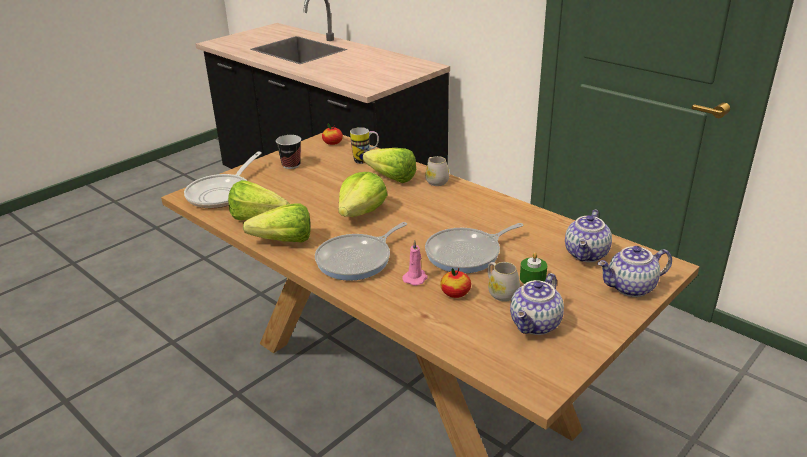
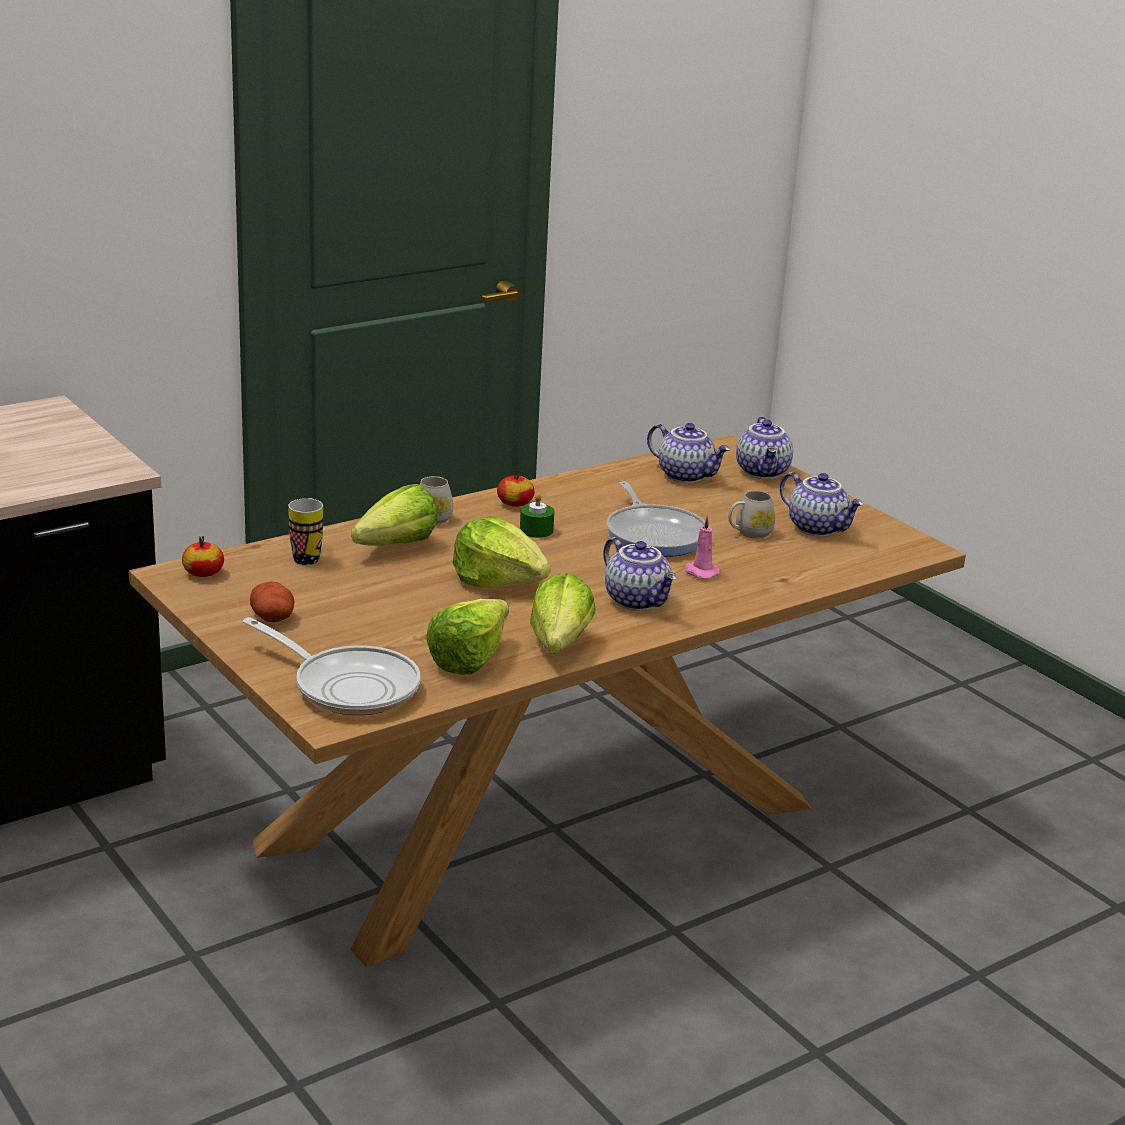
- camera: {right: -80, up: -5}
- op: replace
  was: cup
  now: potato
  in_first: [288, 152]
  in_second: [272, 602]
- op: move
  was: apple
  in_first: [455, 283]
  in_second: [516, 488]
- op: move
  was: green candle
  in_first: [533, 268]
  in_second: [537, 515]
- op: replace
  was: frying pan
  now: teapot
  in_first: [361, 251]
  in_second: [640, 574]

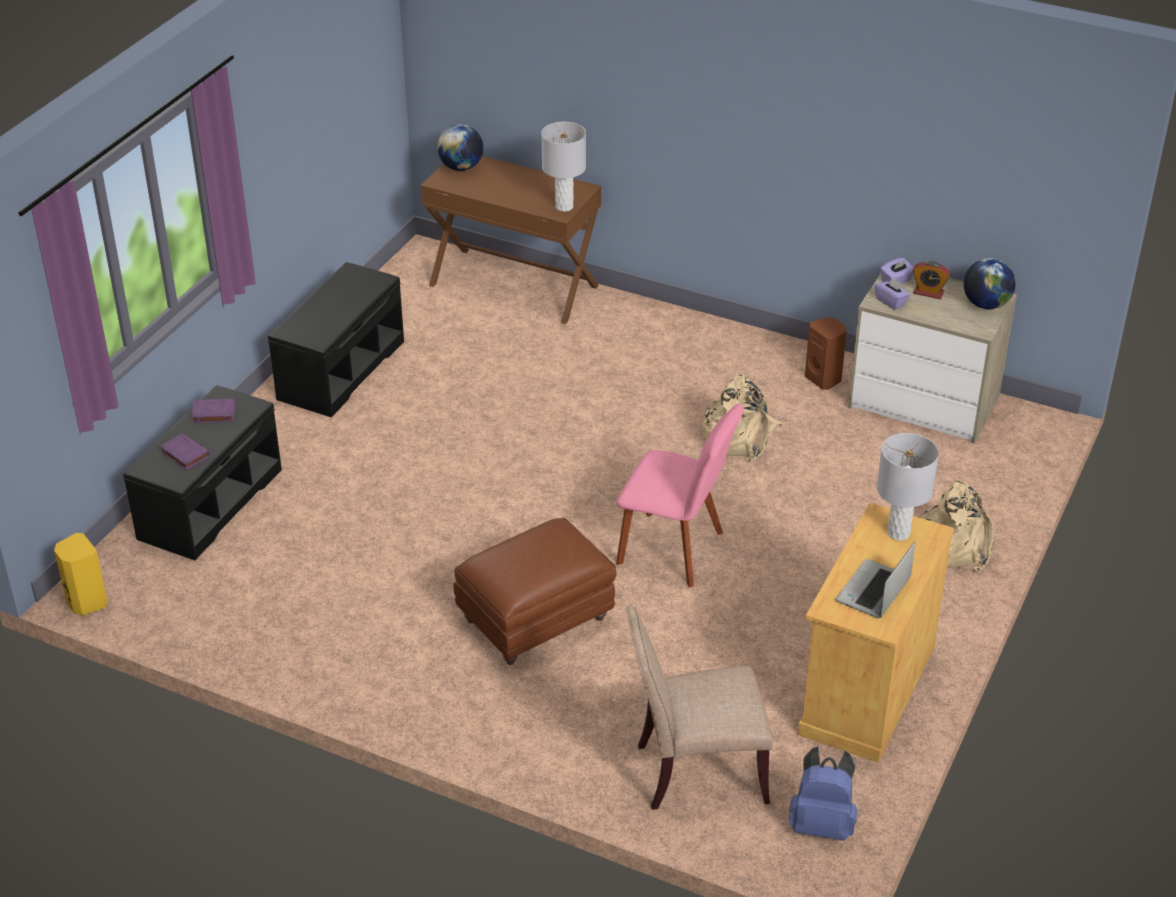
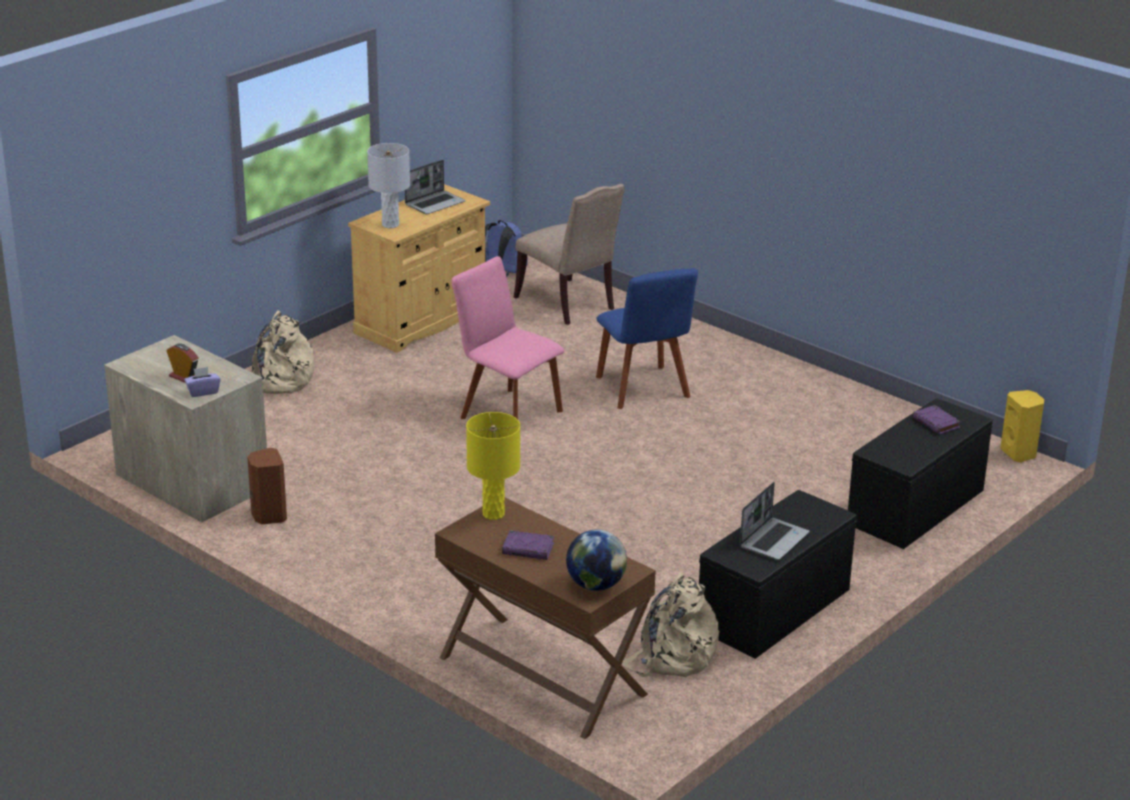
- camera: {right: -165, up: -10}
- op: recolor
  was: grey table lamp
  now: yellow table lamp
  in_first: [563, 167]
  in_second: [493, 466]
- op: move
  was: purple book
  in_first: [213, 410]
  in_second: [528, 545]
- op: rotate
  was: beige chair
  in_first: [699, 707]
  in_second: [569, 254]
  clockwise: 45
- op: replace
  was: brown ottoman
  now: blue chair
  in_first: [534, 591]
  in_second: [647, 338]
- op: move
  was: beige backpack
  in_first: [742, 418]
  in_second: [670, 625]
- op: insert
  now: laptop
  in_second: [775, 521]
- op: delete
  was: purple tissue box
  in_first: [892, 293]
- op: delete
  was: globe
  in_first: [990, 283]

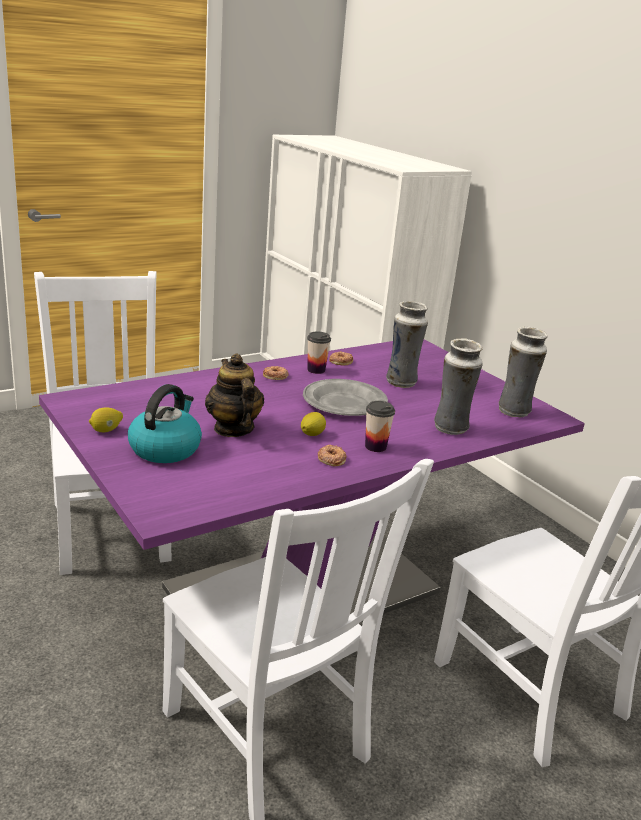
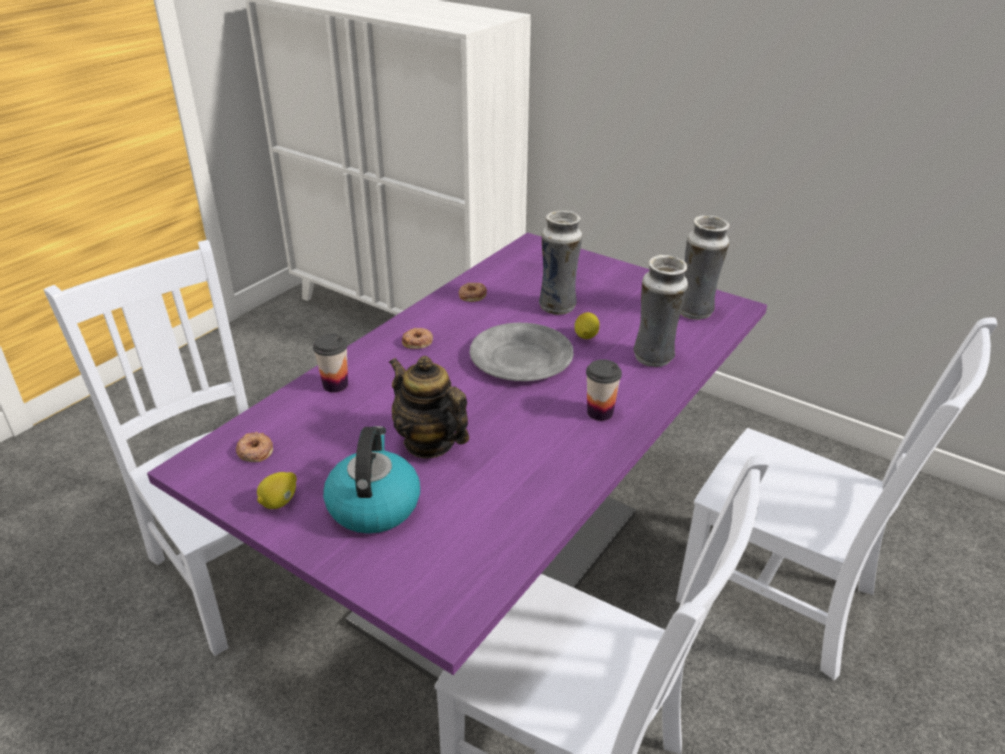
- camera: {right: -20, up: 10}
- op: move
  was: donut
  in_first: [332, 455]
  in_second: [254, 447]
- op: move
  was: cup
  in_first: [319, 353]
  in_second: [330, 363]
- op: move
  was: lemon
  in_first: [313, 424]
  in_second: [587, 325]

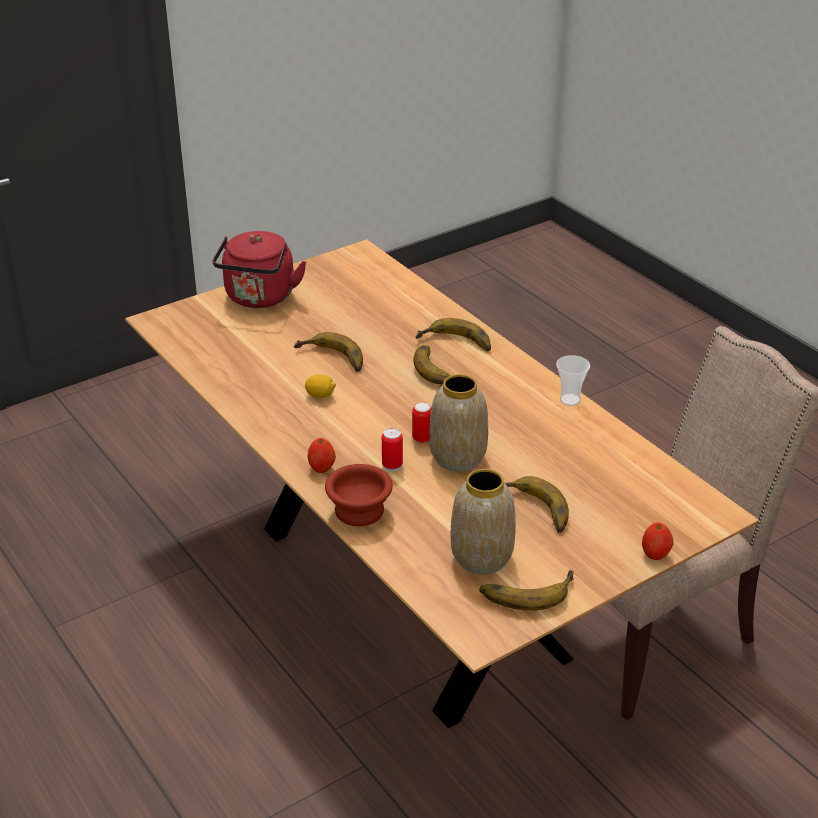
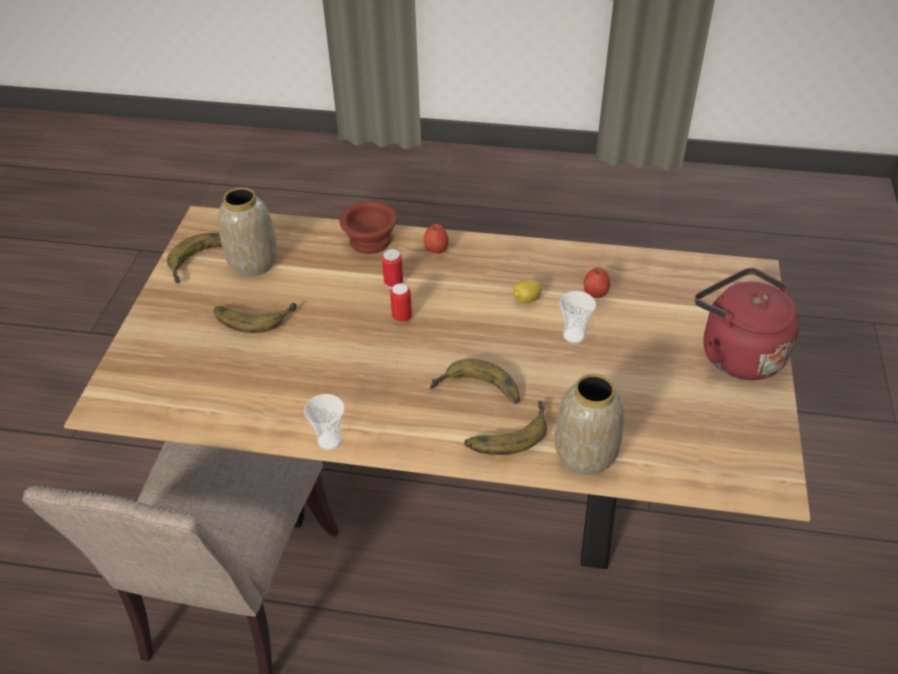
- camera: {right: 135, up: 10}
- op: move
  was: vase
  in_first: [458, 423]
  in_second: [589, 424]
- op: replace
  was: banana
  now: cup
  in_first: [328, 352]
  in_second: [578, 317]
- op: move
  was: apple
  in_first: [657, 541]
  in_second: [597, 282]

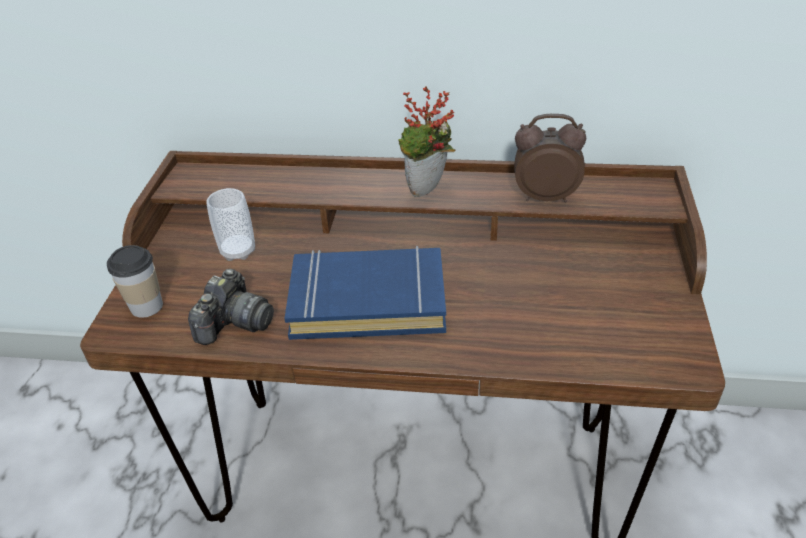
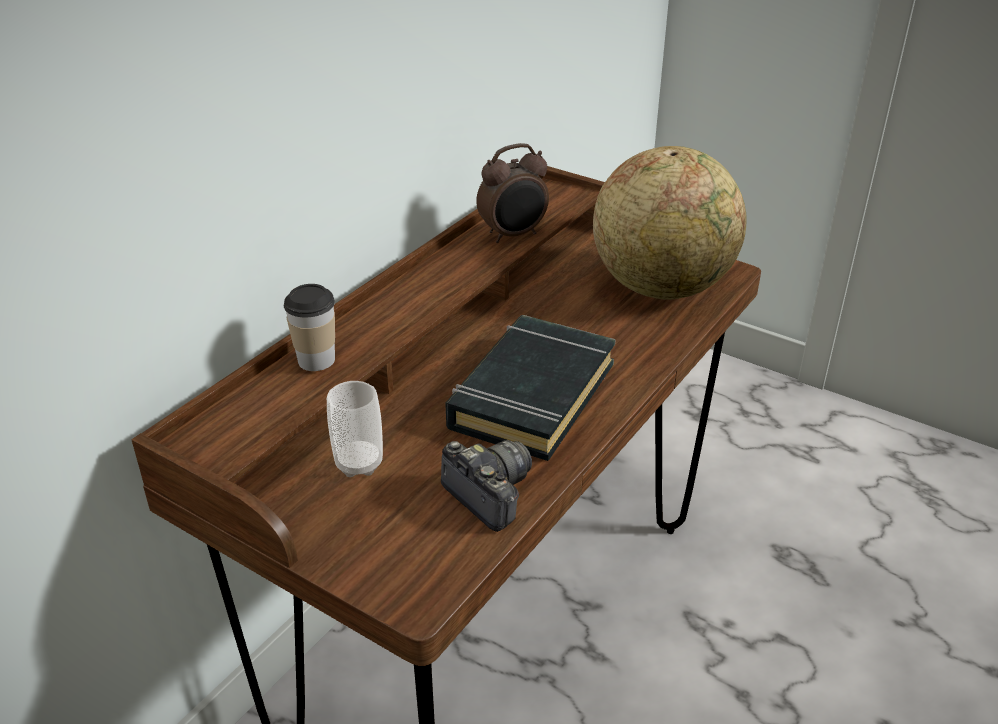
- camera: {right: -65, up: -5}
- op: move
  was: cup
  in_first: [135, 281]
  in_second: [309, 327]
- op: recolor
  was: blue book
  now: black book
  in_first: [365, 293]
  in_second: [530, 388]
- op: rotate
  was: alarm clock
  in_first: [550, 158]
  in_second: [512, 193]
  clockwise: -150
- op: insert
  now: globe
  in_second: [669, 223]
- op: delete
  was: potted plant
  in_first: [426, 142]

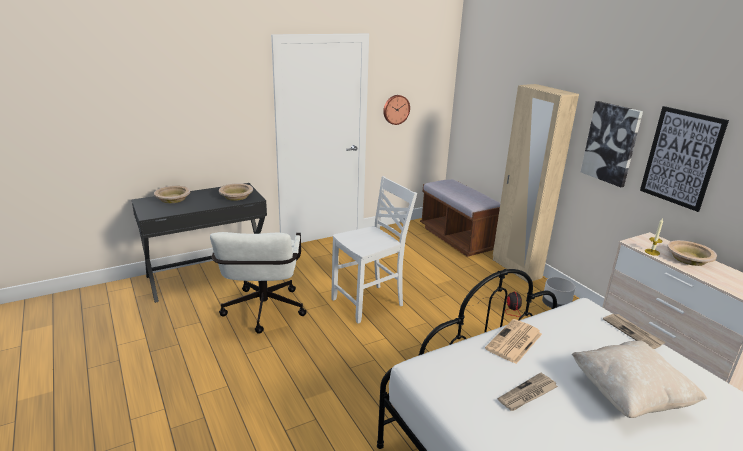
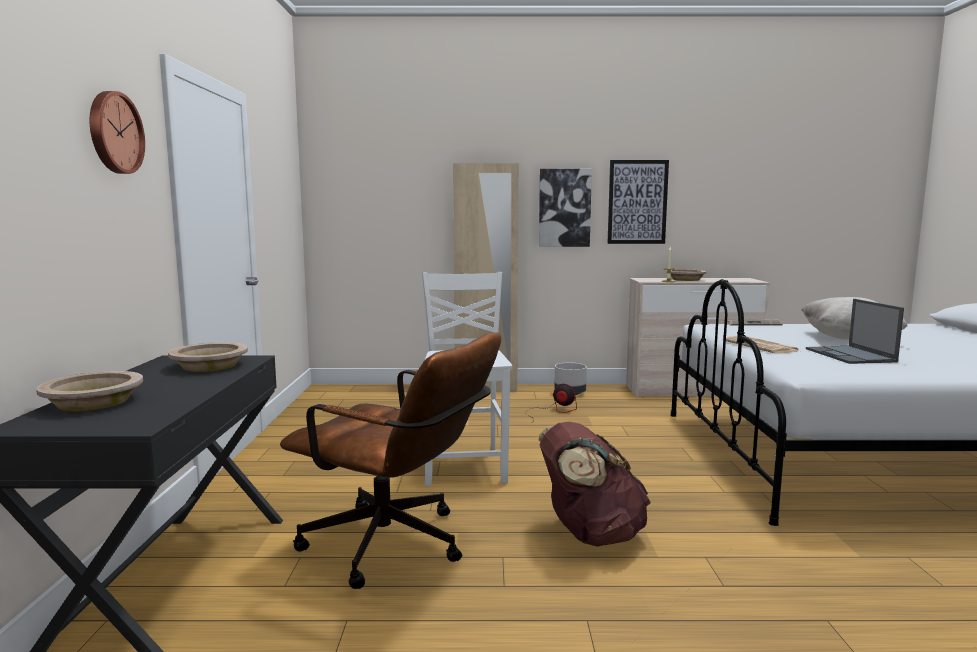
- camera: {right: -60, up: -15}
- op: move
  was: wall clock
  in_first: [396, 110]
  in_second: [117, 132]
- op: recolor
  was: white office chair
  now: brown office chair
  in_first: [258, 283]
  in_second: [390, 460]
- op: insert
  now: brown backpack
  in_second: [595, 484]
- op: replace
  was: newspaper
  now: laptop
  in_first: [528, 392]
  in_second: [855, 331]
- op: delete
  was: brown bench
  in_first: [460, 218]

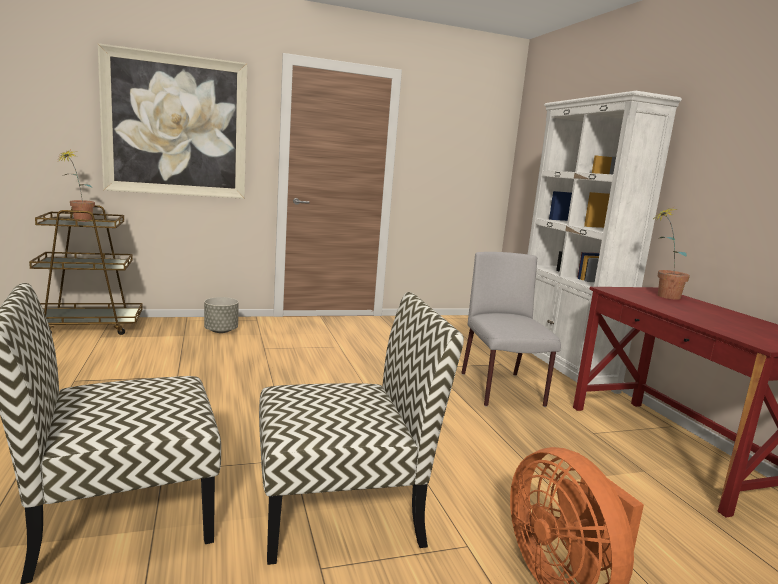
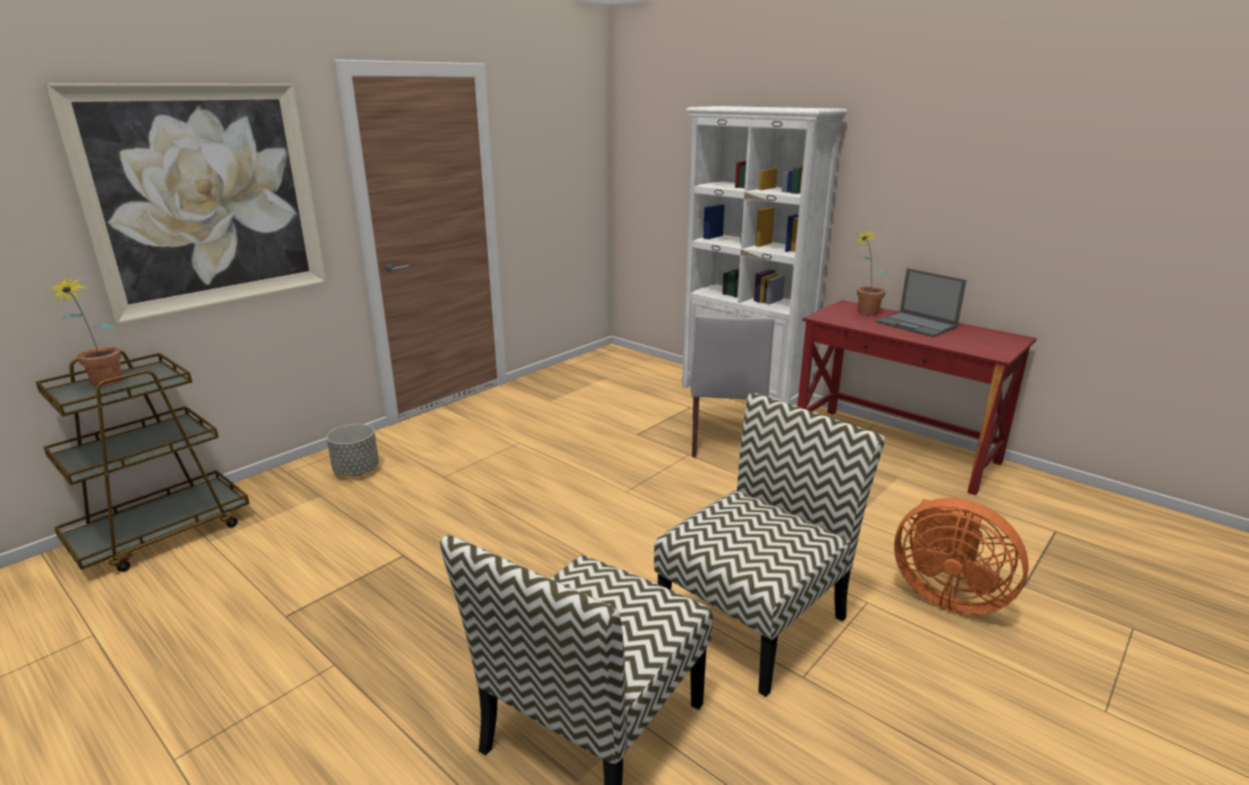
- camera: {right: -30, up: 10}
- op: rotate
  was: grey chair
  in_first: [511, 329]
  in_second: [732, 386]
  clockwise: -135
- op: insert
  now: laptop
  in_second: [921, 302]

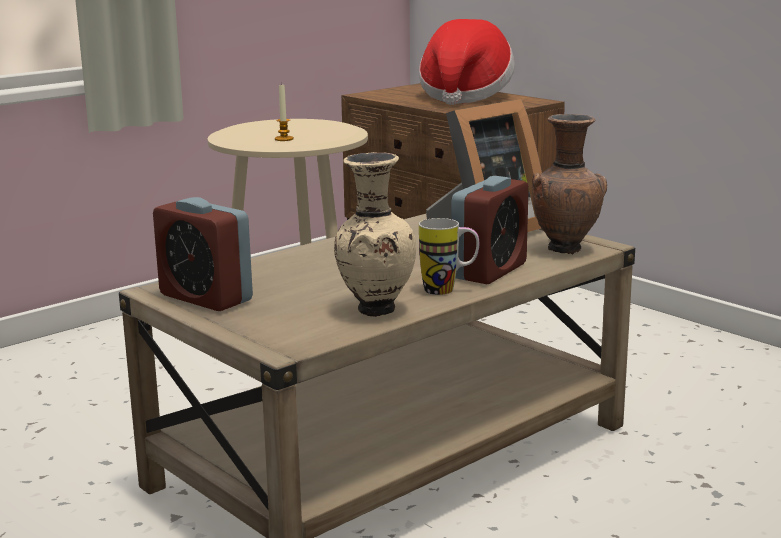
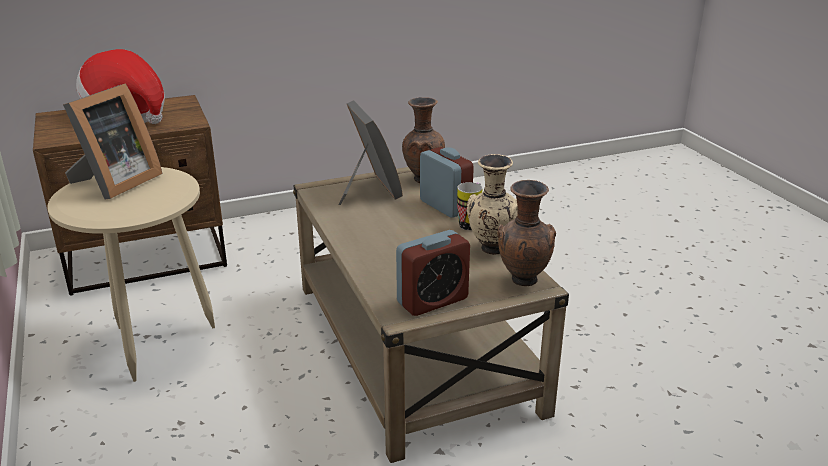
- camera: {right: -70, up: 10}
- op: insert
  now: picture frame
  in_second: [113, 141]
- op: insert
  now: brown vase
  in_second: [526, 233]
- op: delete
  was: candle
  in_first: [284, 112]

